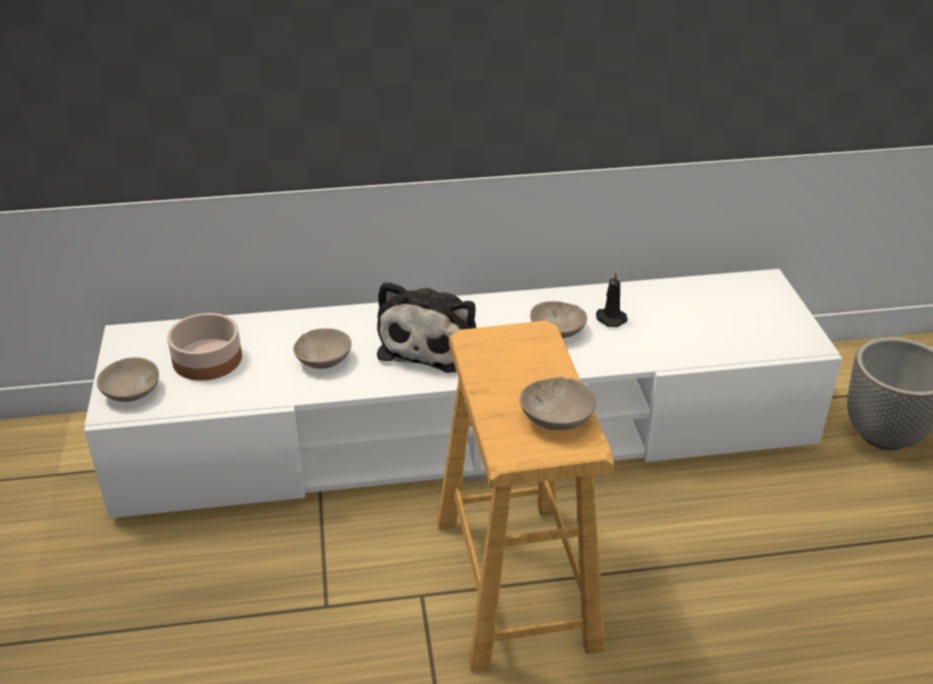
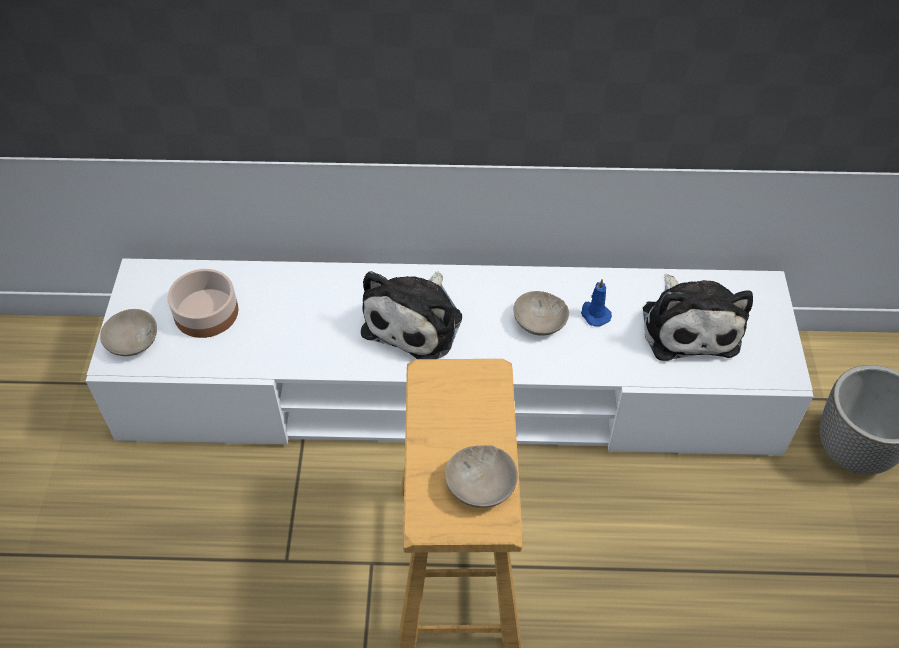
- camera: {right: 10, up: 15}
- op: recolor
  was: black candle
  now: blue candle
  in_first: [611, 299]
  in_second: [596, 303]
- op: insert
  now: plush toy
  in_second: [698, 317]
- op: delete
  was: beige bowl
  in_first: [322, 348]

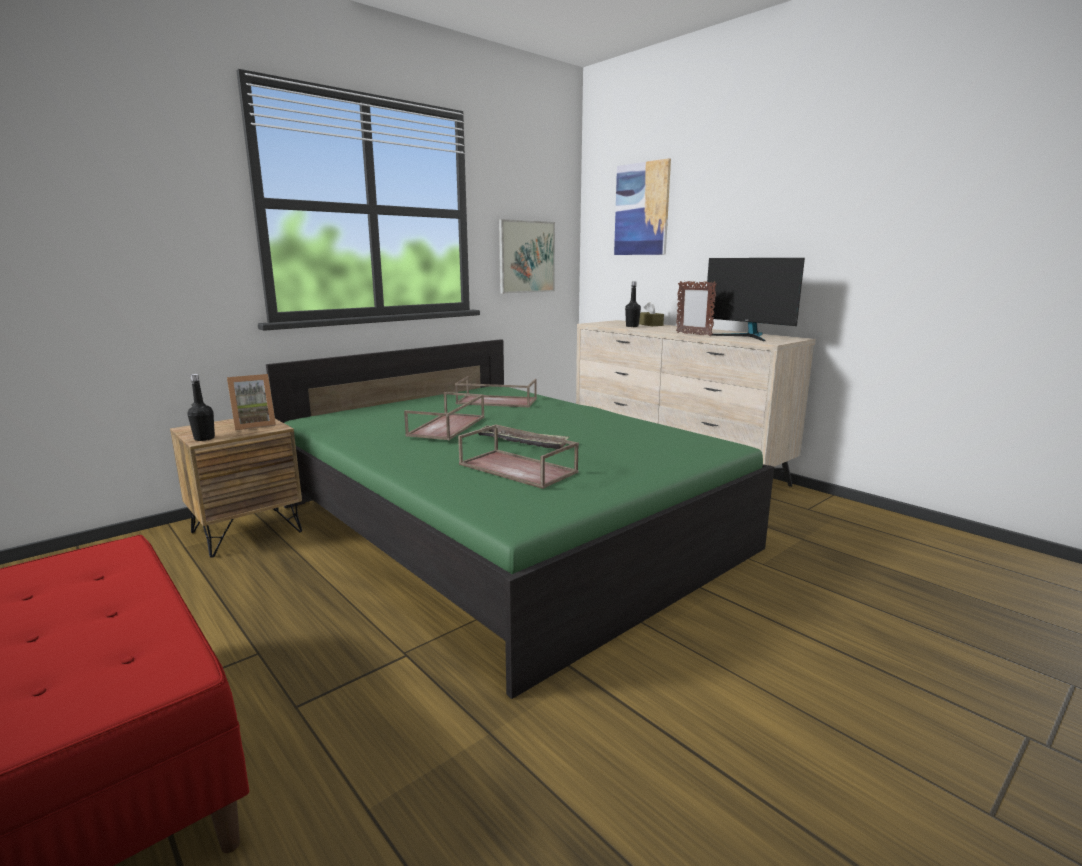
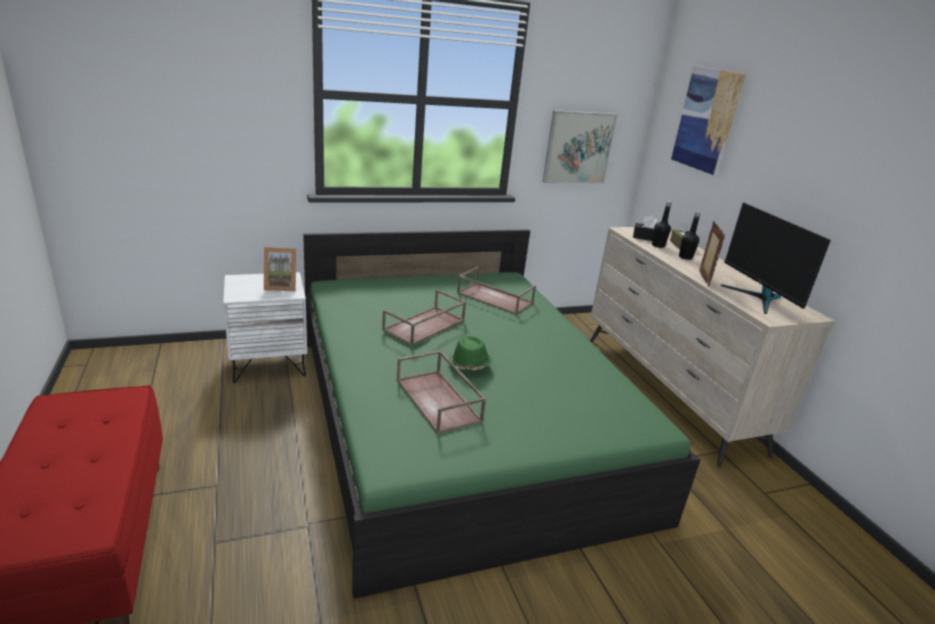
- camera: {right: 20, up: 10}
- op: recolor
  was: brown nightstand
  now: white nightstand
  in_first: [236, 488]
  in_second: [265, 327]
- op: replace
  was: tray
  now: green hat
  in_first: [523, 437]
  in_second: [470, 353]
- op: insert
  now: black tissue box
  in_second: [645, 228]
- op: move
  was: black bottle
  in_first: [201, 407]
  in_second: [690, 235]
- op: rotate
  was: picture frame
  in_first: [696, 308]
  in_second: [712, 254]
  clockwise: -150

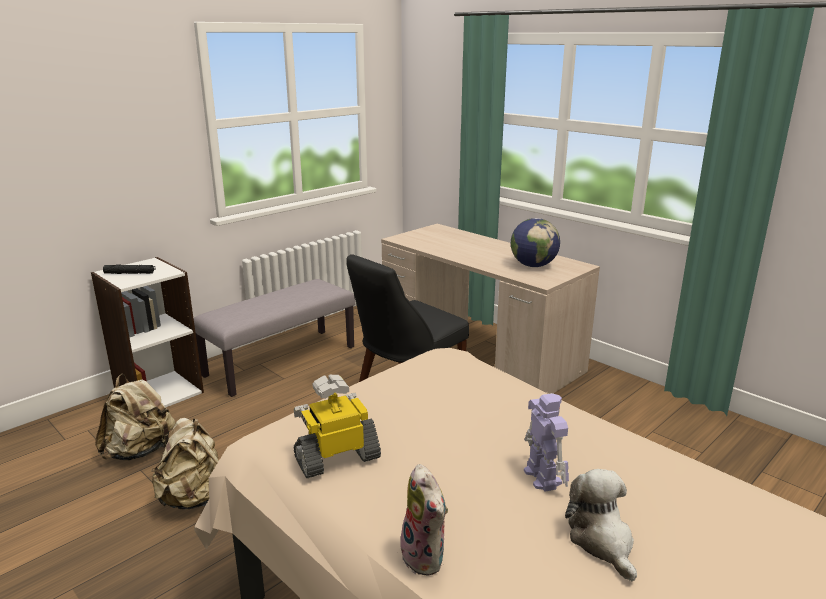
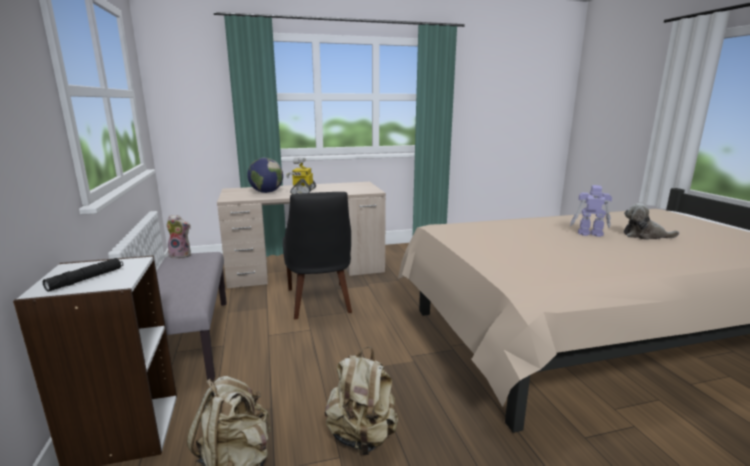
- camera: {right: -60, up: -5}
- op: move
  was: plush toy
  in_first: [423, 520]
  in_second: [179, 237]
- op: move
  was: globe
  in_first: [535, 242]
  in_second: [265, 175]
- op: move
  was: toy robot
  in_first: [337, 426]
  in_second: [301, 175]

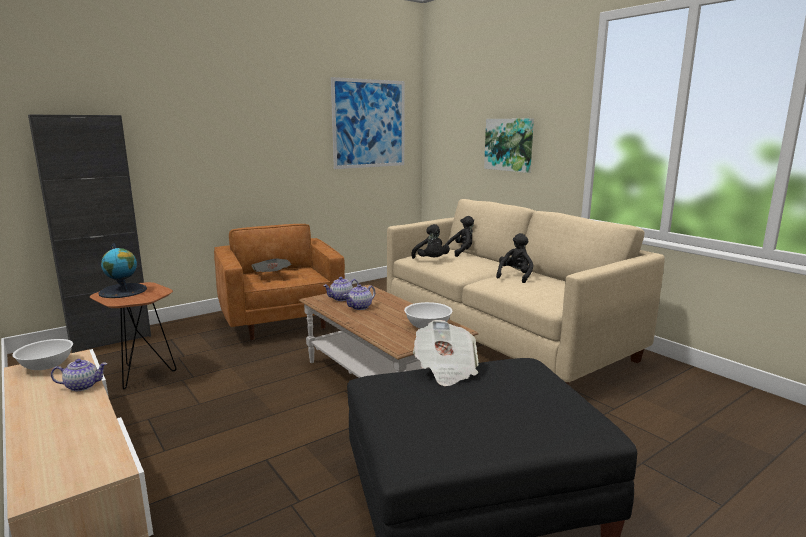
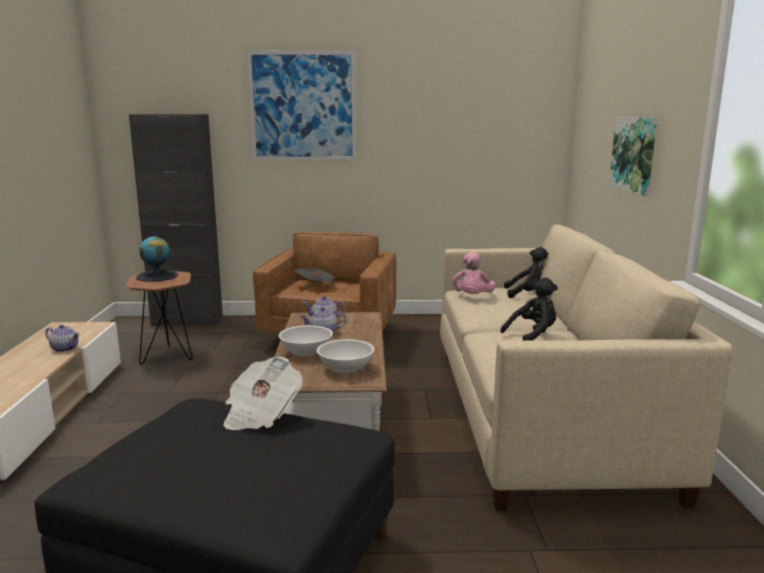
- camera: {right: 35, up: 0}
- op: move
  was: picture
  in_first: [367, 123]
  in_second: [302, 105]
- op: move
  was: white bowl
  in_first: [42, 354]
  in_second: [306, 340]
- op: recolor
  was: black plush toy
  now: pink plush toy
  in_first: [430, 241]
  in_second: [474, 273]

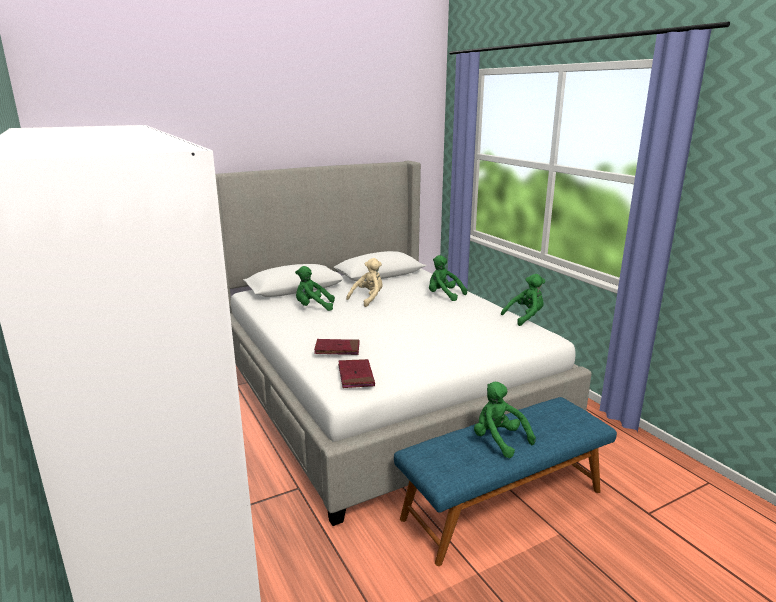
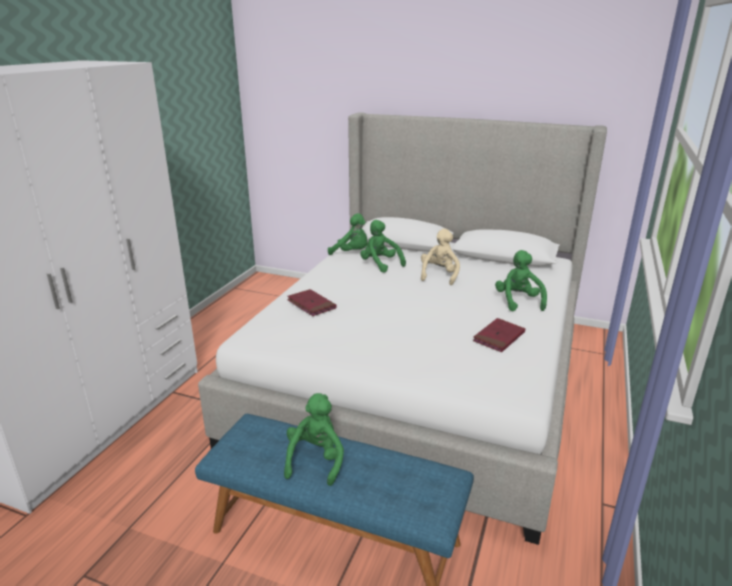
- camera: {right: 50, up: 5}
- op: move
  was: green plush toy
  in_first: [523, 300]
  in_second: [348, 234]
- op: rotate
  was: beige plush toy
  in_first: [364, 282]
  in_second: [440, 257]
  clockwise: -75
- op: move
  was: red book
  in_first: [356, 373]
  in_second: [499, 335]

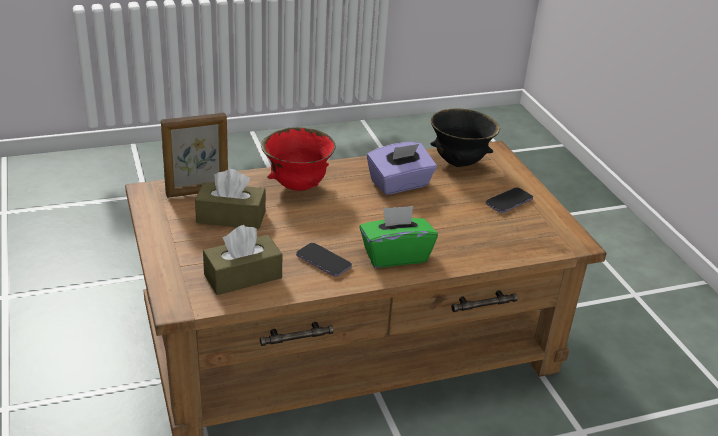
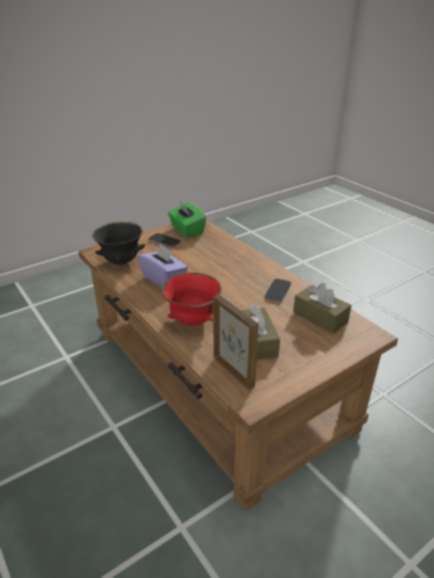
- camera: {right: -105, up: 0}
- op: move
  was: green tissue box
  in_first: [398, 237]
  in_second: [187, 219]

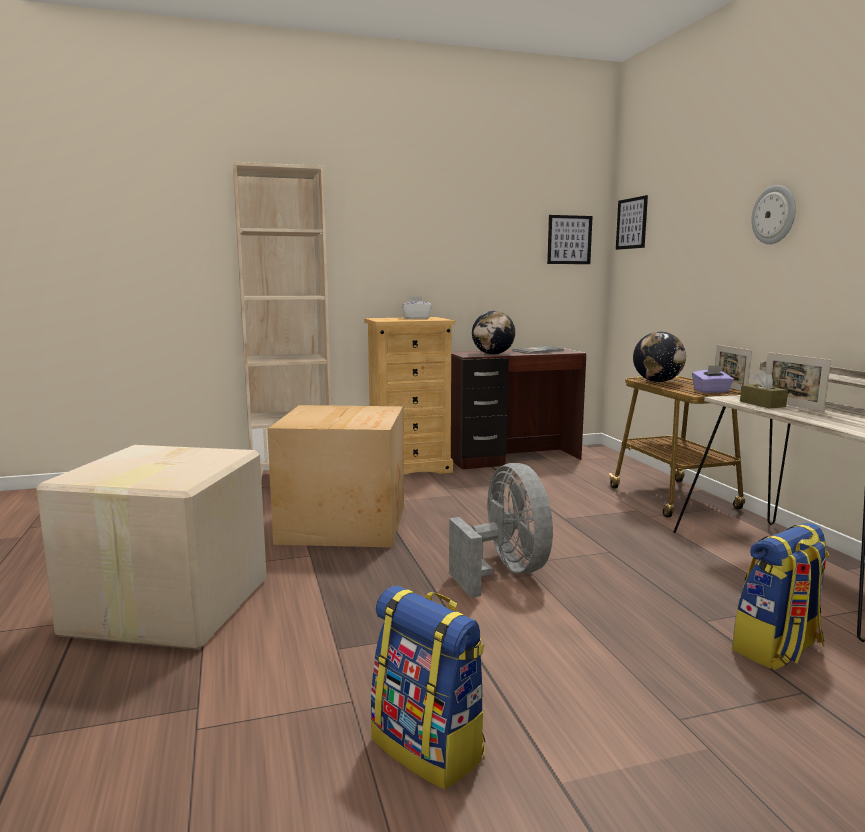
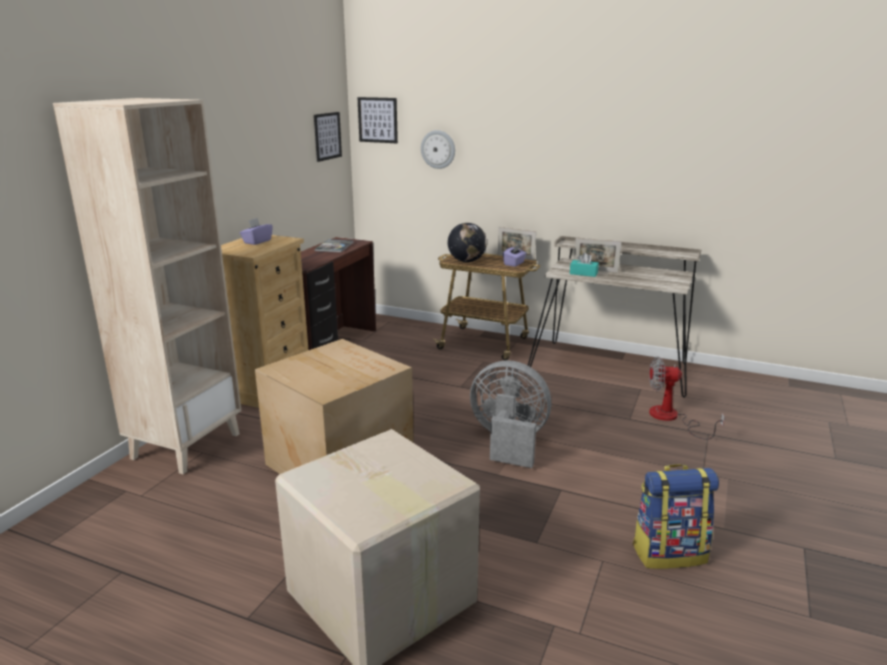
- camera: {right: -50, up: 10}
- op: recolor
  was: white tissue box
  now: purple tissue box
  in_first: [416, 307]
  in_second: [256, 231]
- op: move
  was: wall clock
  in_first: [773, 214]
  in_second: [438, 149]
- op: recolor
  was: brown tissue box
  now: turquoise tissue box
  in_first: [764, 389]
  in_second: [584, 264]
- op: replace
  was: backpack
  now: fan
  in_first: [780, 596]
  in_second: [687, 398]
- op: delete
  was: globe
  in_first: [493, 333]

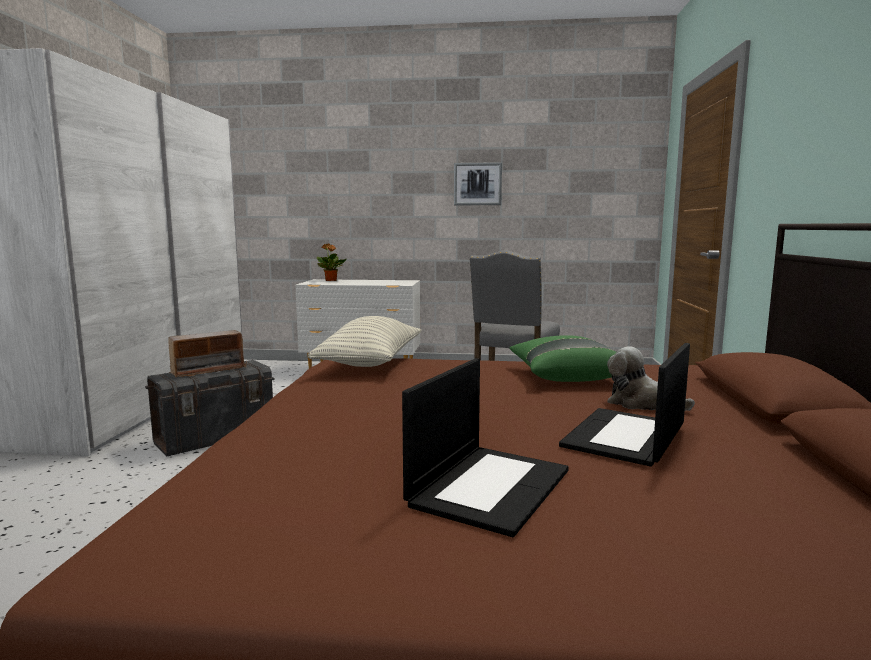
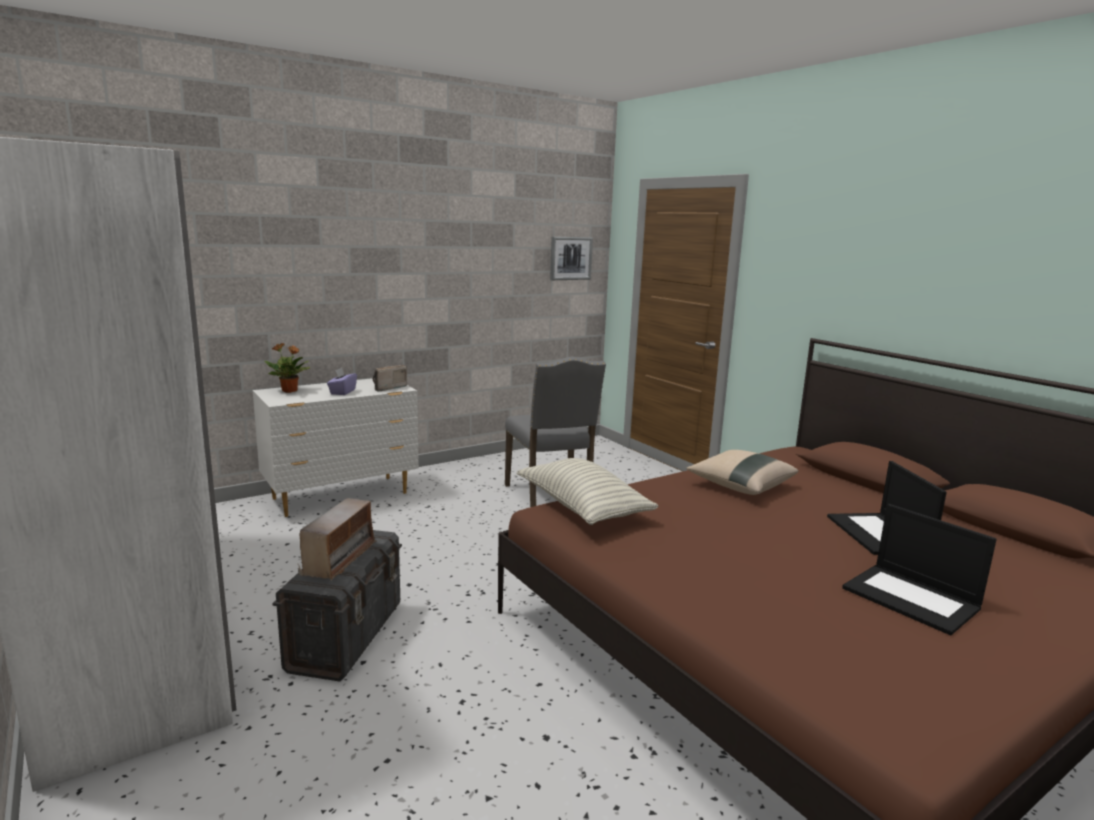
- camera: {right: -40, up: 5}
- op: insert
  now: purple tissue box
  in_second: [342, 381]
- op: insert
  now: radio
  in_second: [390, 378]
- op: move
  was: picture
  in_first: [478, 183]
  in_second: [571, 258]
- op: recolor
  was: green pillow
  now: beige pillow
  in_first: [562, 358]
  in_second: [742, 472]
- op: rotate
  was: laptop
  in_first: [485, 447]
  in_second: [919, 569]
  clockwise: 150
- op: delete
  was: plush toy
  in_first: [651, 378]

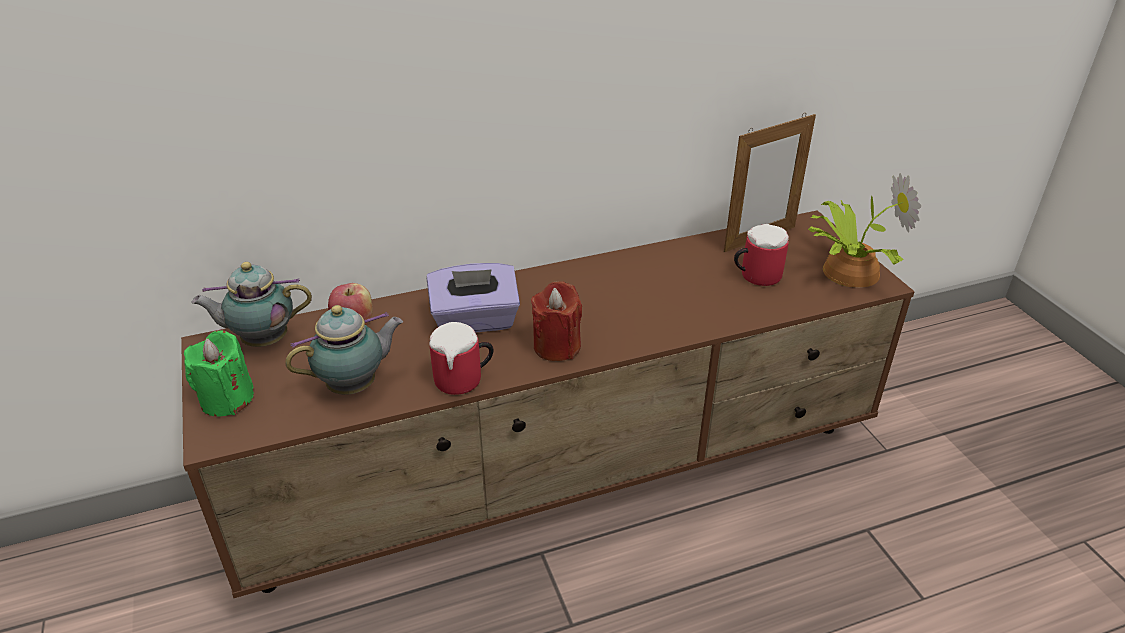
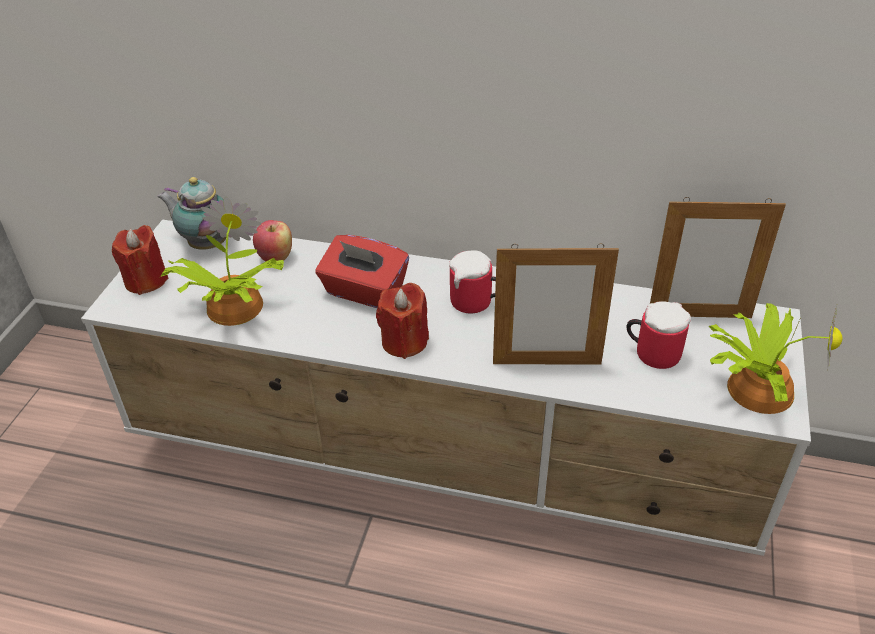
- camera: {right: 35, up: 5}
- op: recolor
  was: brown tv stand
  now: white tv stand
  in_first: [548, 404]
  in_second: [446, 388]
- op: recolor
  was: green candle
  now: red candle
  in_first: [219, 373]
  in_second: [140, 260]
- op: replace
  was: teapot
  now: potted plant
  in_first: [344, 350]
  in_second: [222, 261]
- op: recolor
  was: purple tissue box
  now: red tissue box
  in_first: [473, 298]
  in_second: [362, 271]
- op: move
  was: mug
  in_first: [461, 358]
  in_second: [472, 282]
- op: insert
  now: picture frame
  in_second: [556, 304]

